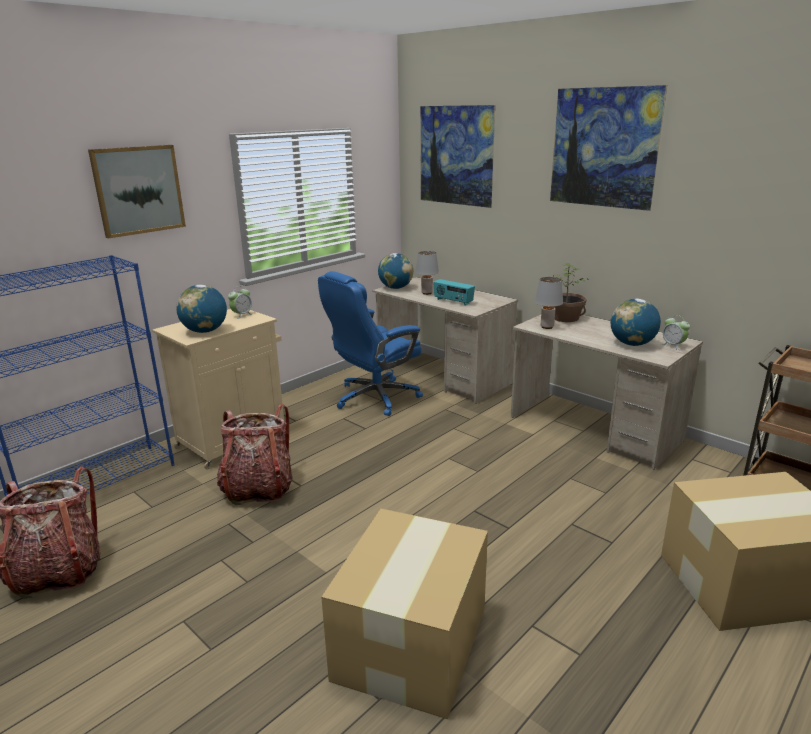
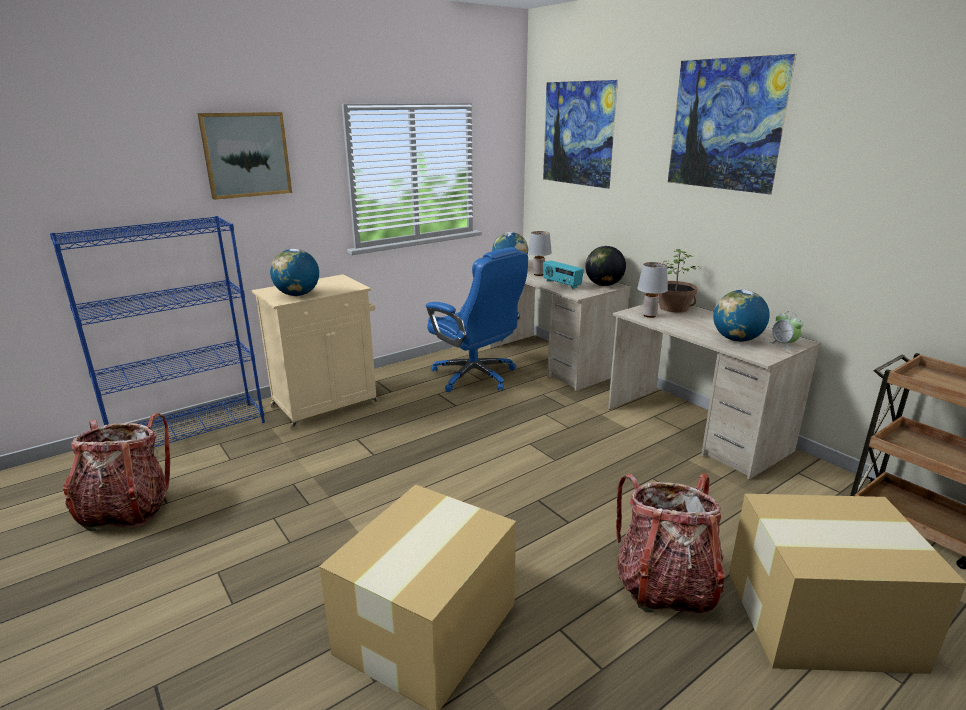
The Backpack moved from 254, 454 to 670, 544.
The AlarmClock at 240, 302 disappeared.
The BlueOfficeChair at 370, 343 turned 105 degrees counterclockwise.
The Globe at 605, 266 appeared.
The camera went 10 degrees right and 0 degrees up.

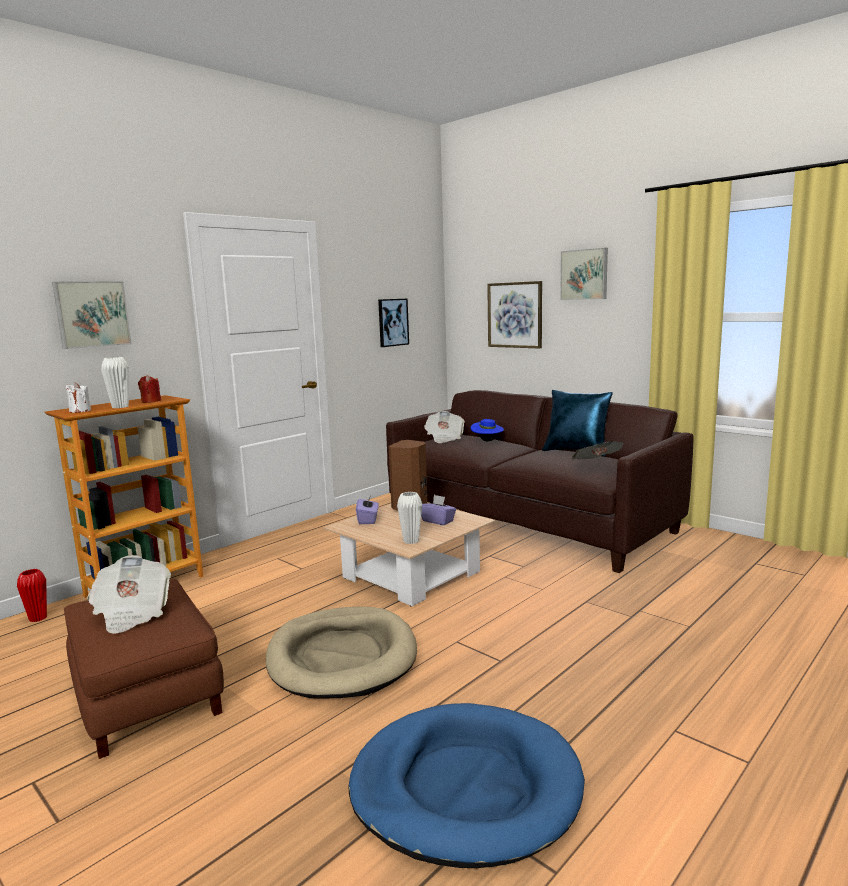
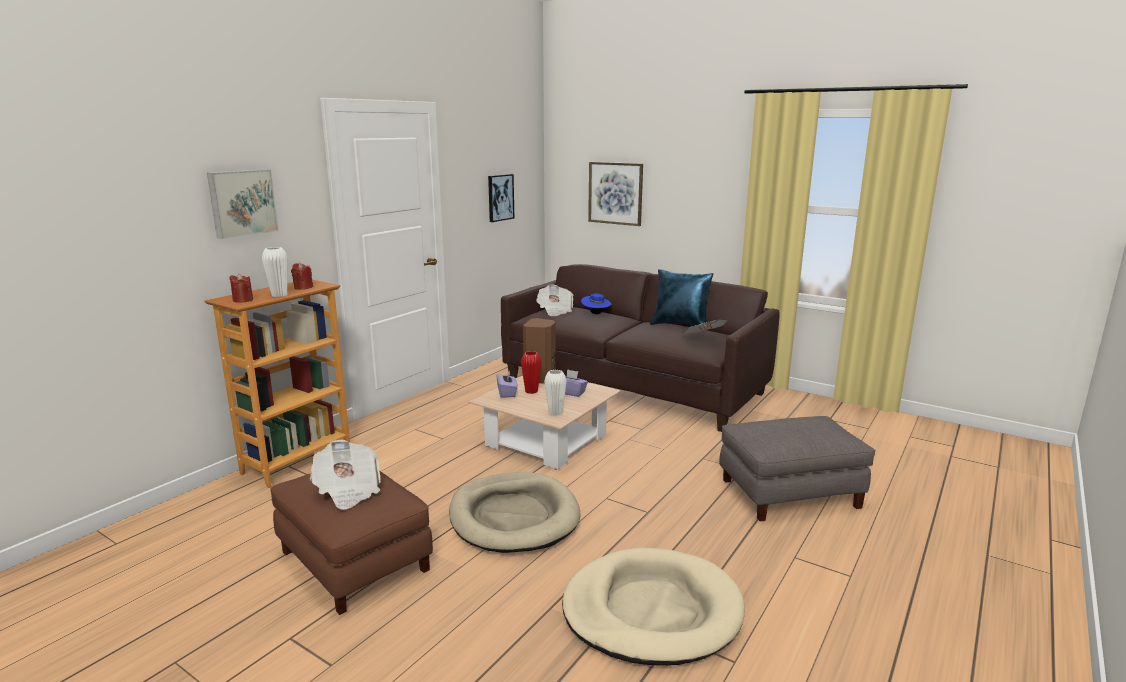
The RedVase moved from 32, 595 to 531, 372.
The WhiteCandle at 78, 398 became the RedCandle at 241, 288.
The BlueDogBed at 467, 785 became the BeigeDogBed at 653, 607.
The Picture at 584, 274 disappeared.
The GreyOttoman at 797, 468 appeared.
The camera went 10 degrees left and 5 degrees up.

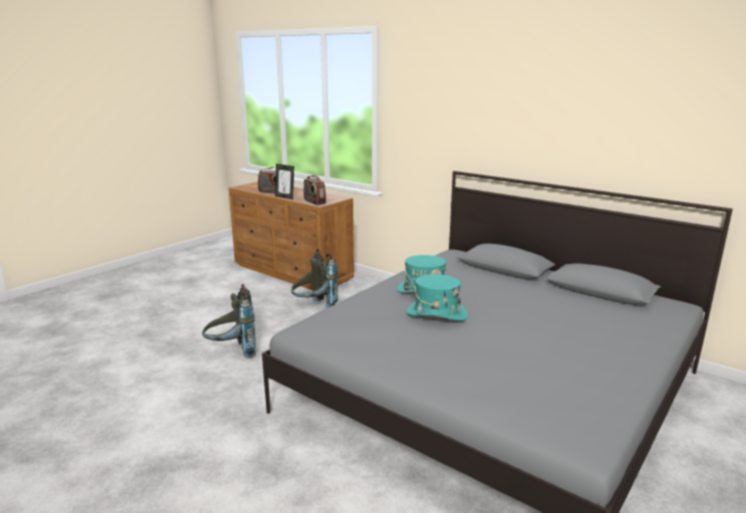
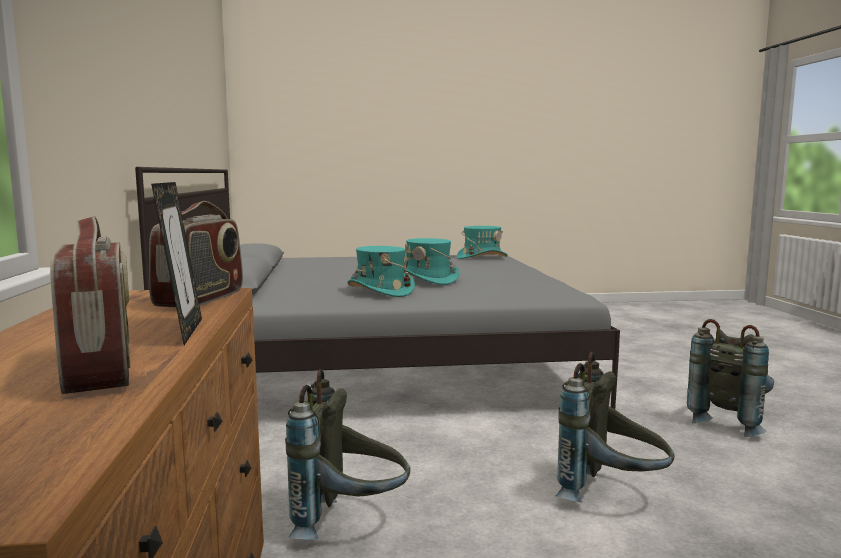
The TurquoiseHat at 482, 242 appeared.
The GreyBackpack at 730, 378 appeared.
The camera went 135 degrees left and 10 degrees down.

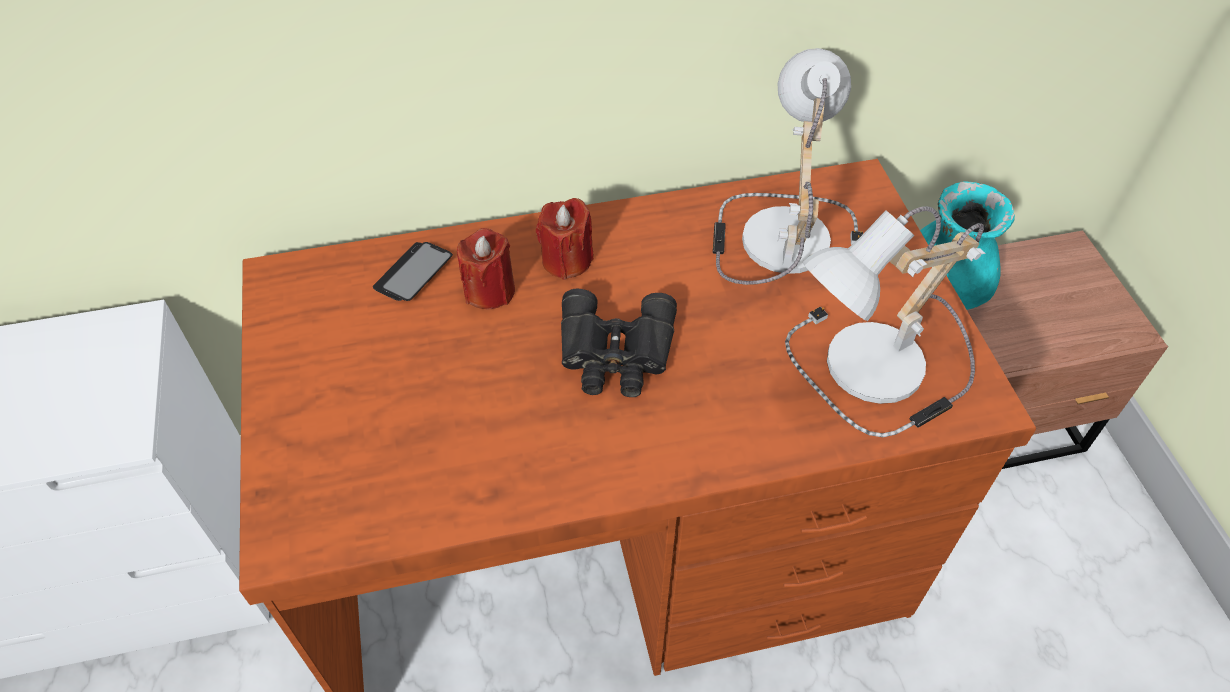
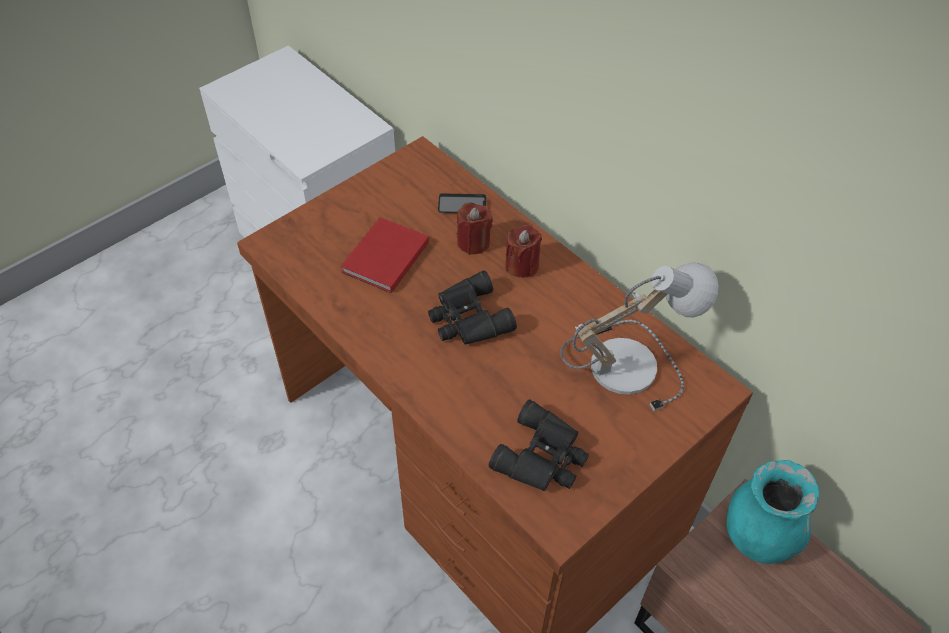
The TableLamp at 885, 321 was replaced by the BlackBinoculars at 539, 445.
The RedBook at 385, 255 appeared.
The camera went 60 degrees right and 0 degrees up.

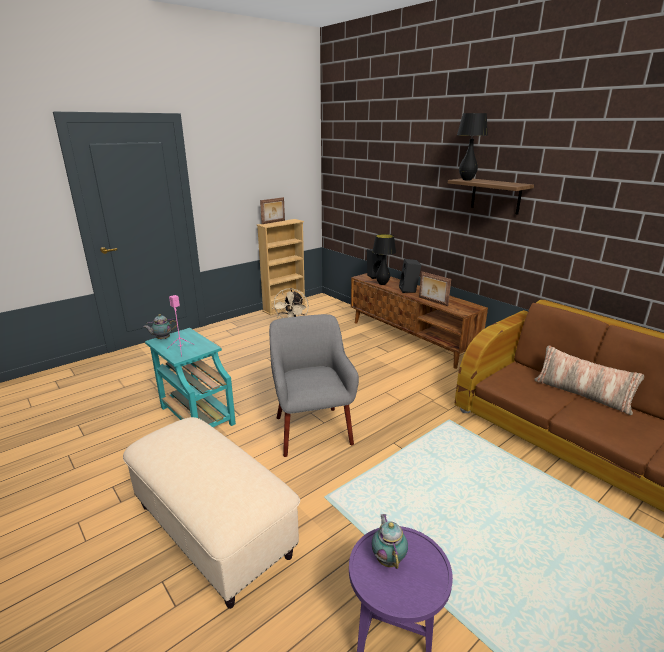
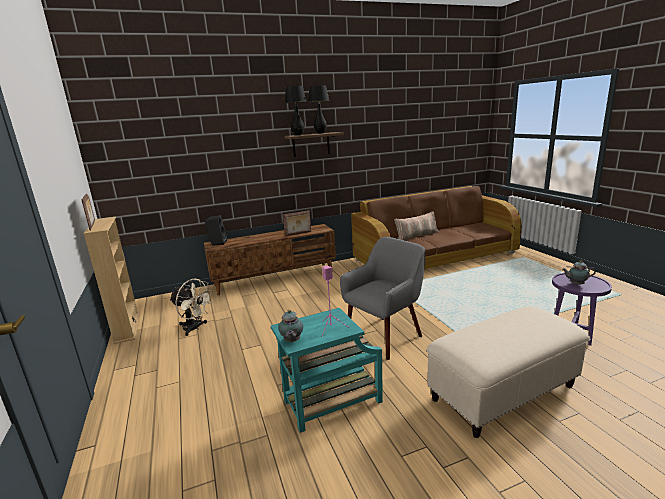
The GreyArmchair at 314, 385 turned 135 degrees clockwise.
The BlackTableLamp moved from 384, 259 to 318, 109.
The BlackSpeaker at 410, 276 disappeared.
The camera went 70 degrees left and 5 degrees down.

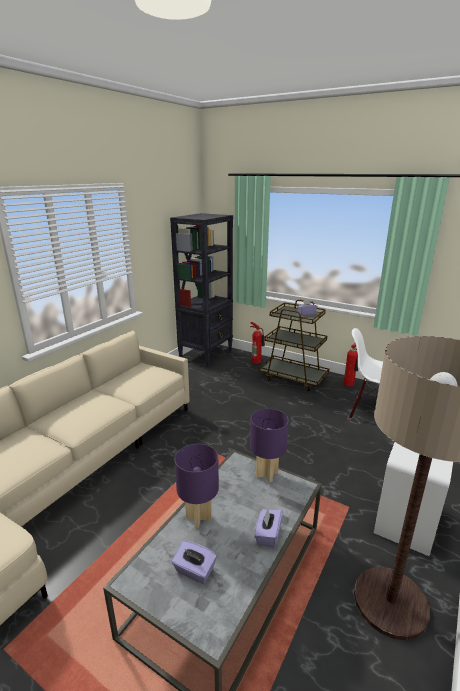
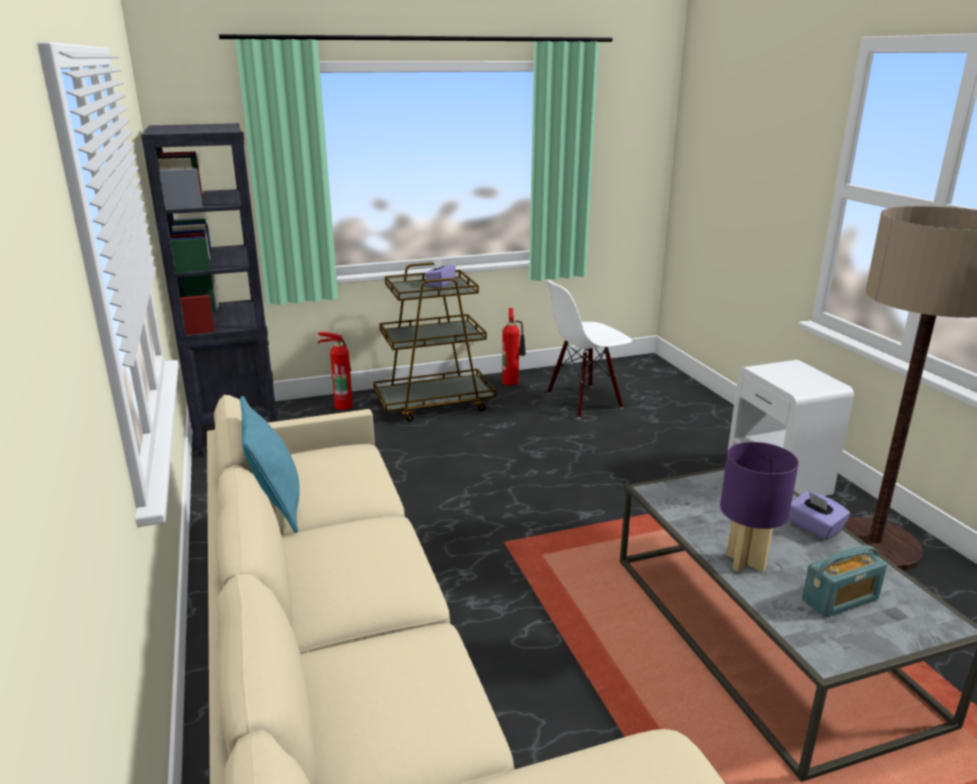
The PurpleTissueBox at 194, 562 was replaced by the Radio at 844, 581.
The PurpleTableLamp at 269, 445 disappeared.
The TurquoisePillow at 270, 464 appeared.
The camera went 50 degrees left and 0 degrees up.

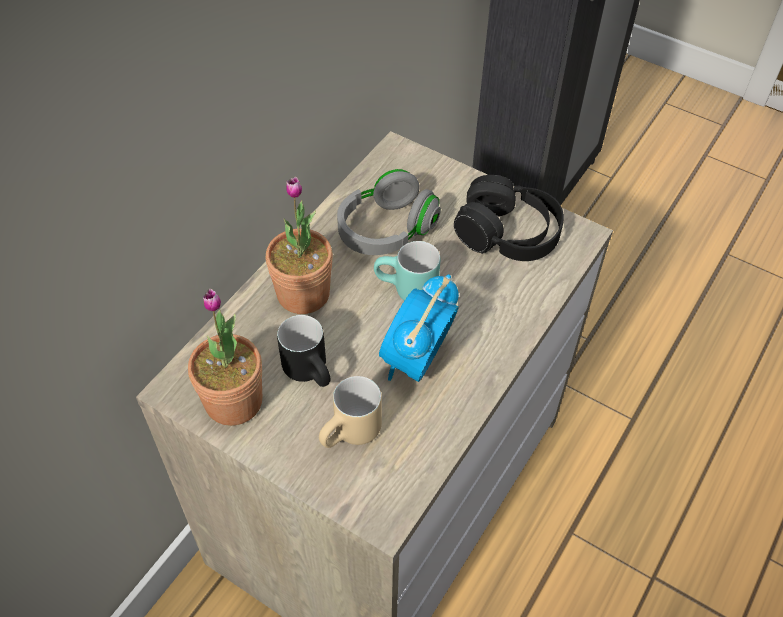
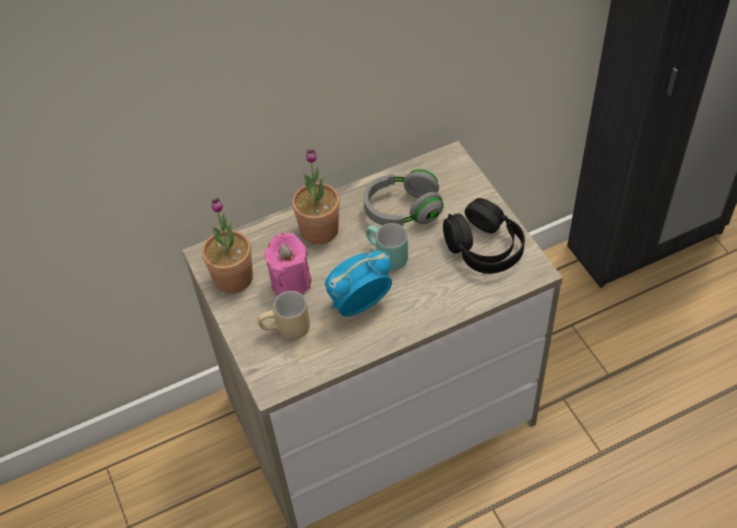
The BlackMug at 303, 351 was replaced by the PinkCandle at 287, 264.
The camera went 35 degrees right and 0 degrees up.

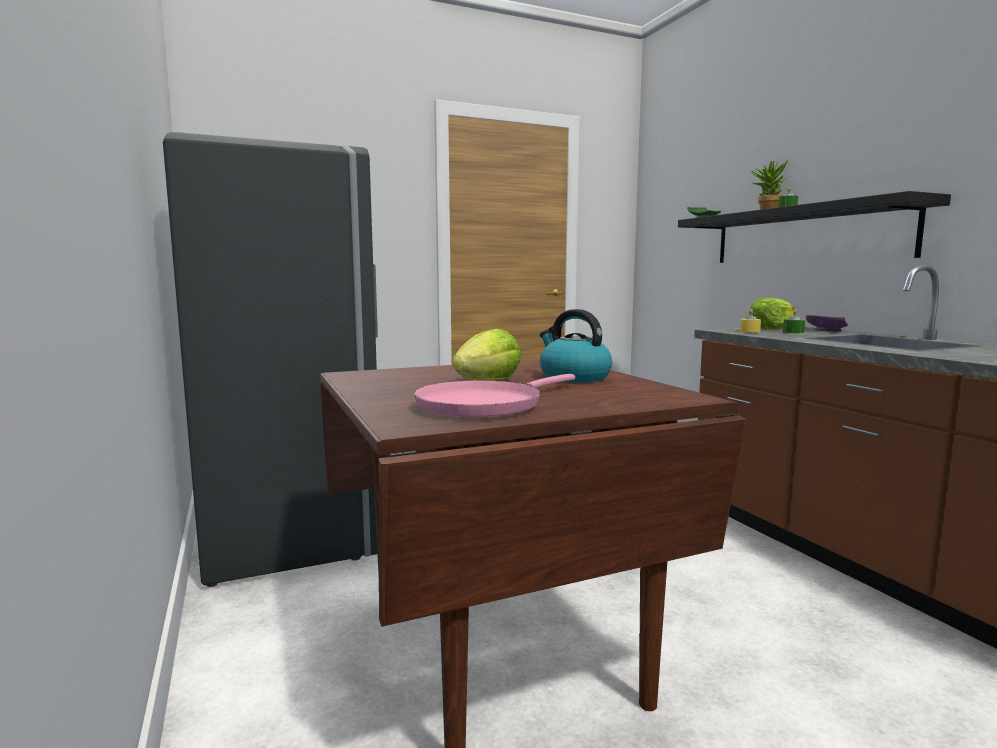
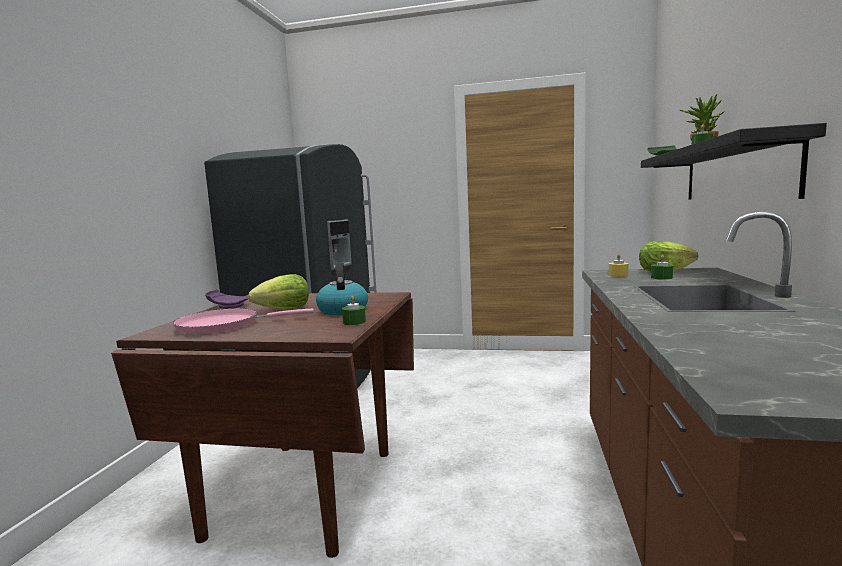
The PurplePlate moved from 827, 323 to 227, 299.
The GreenCandle at 354, 310 appeared.
The camera went 35 degrees right and 0 degrees up.

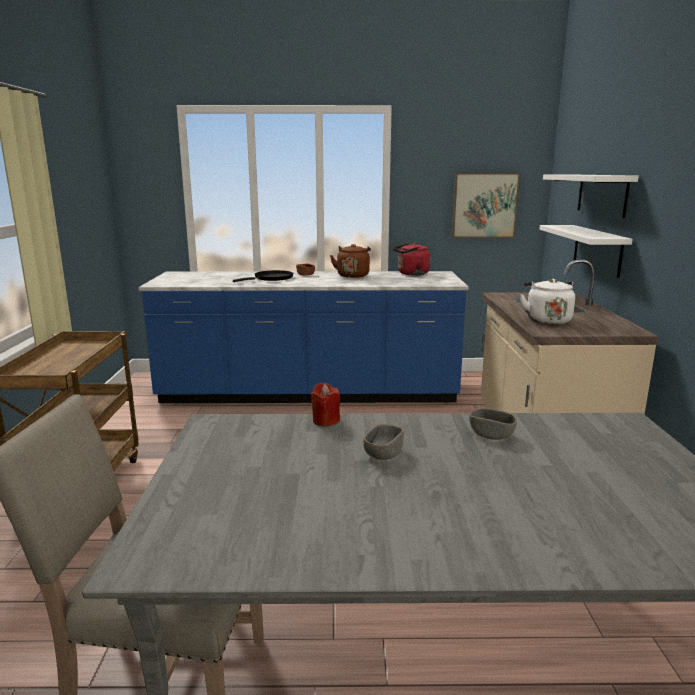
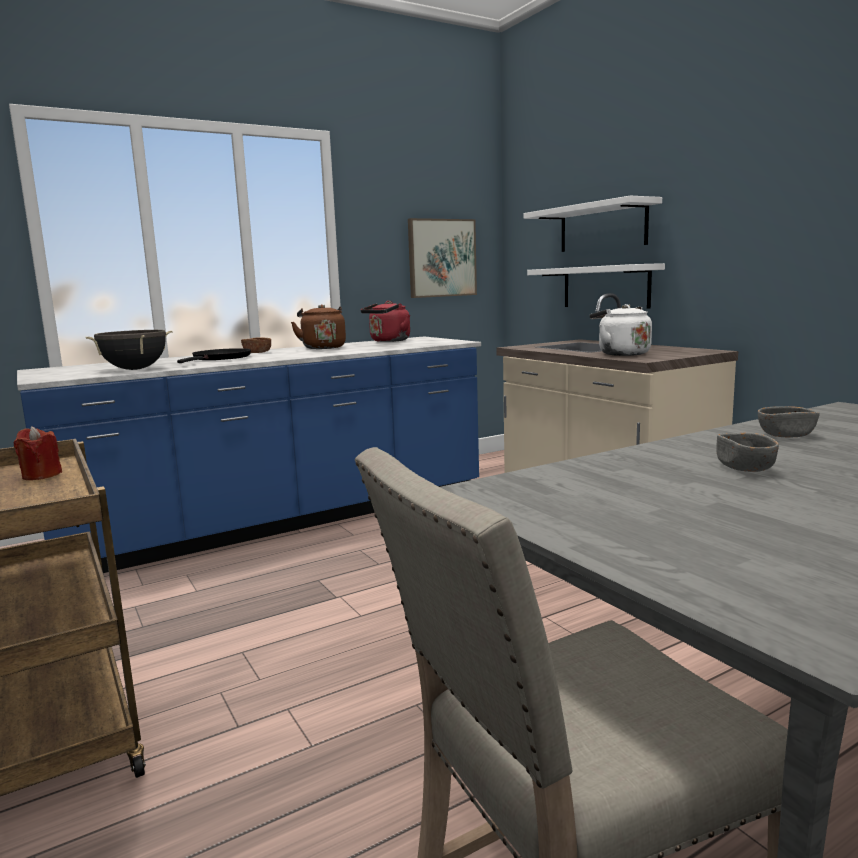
The RedCandle moved from 325, 404 to 38, 453.
The BlackCookingPot at 129, 350 appeared.
The camera went 30 degrees left and 5 degrees down.

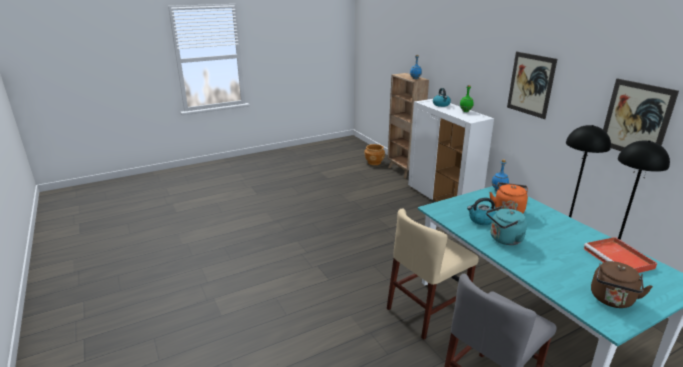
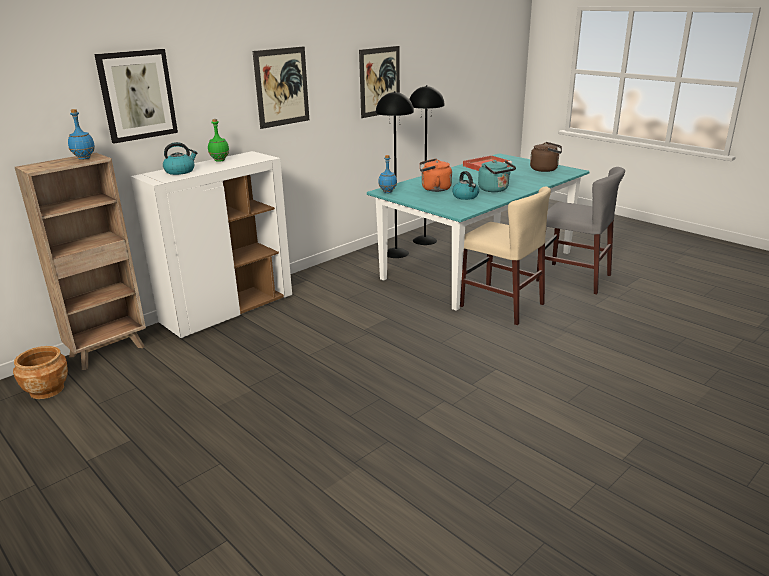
The Picture at 136, 96 appeared.
The camera went 105 degrees left and 0 degrees up.

